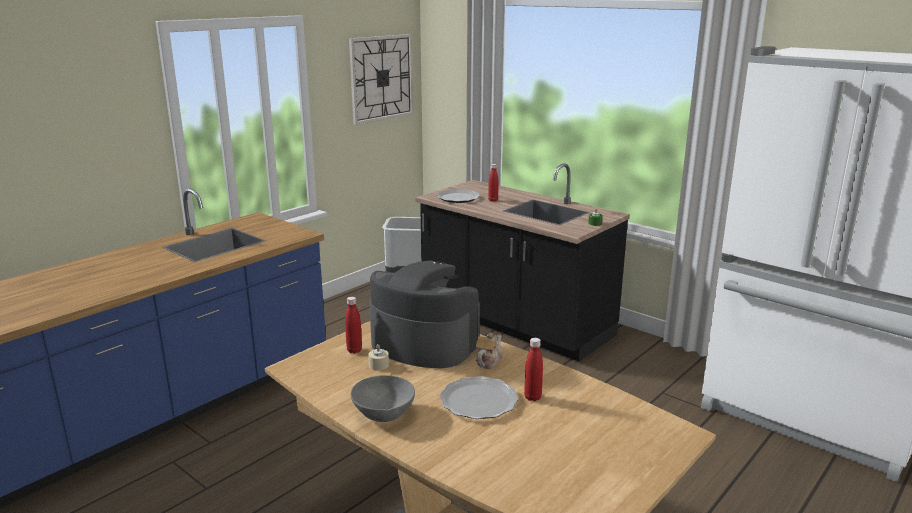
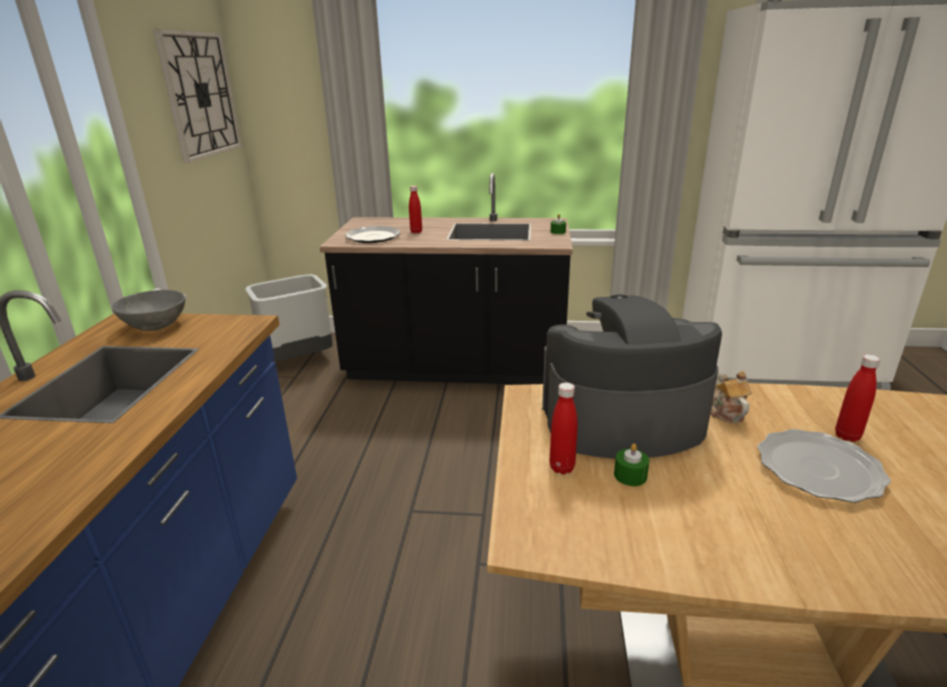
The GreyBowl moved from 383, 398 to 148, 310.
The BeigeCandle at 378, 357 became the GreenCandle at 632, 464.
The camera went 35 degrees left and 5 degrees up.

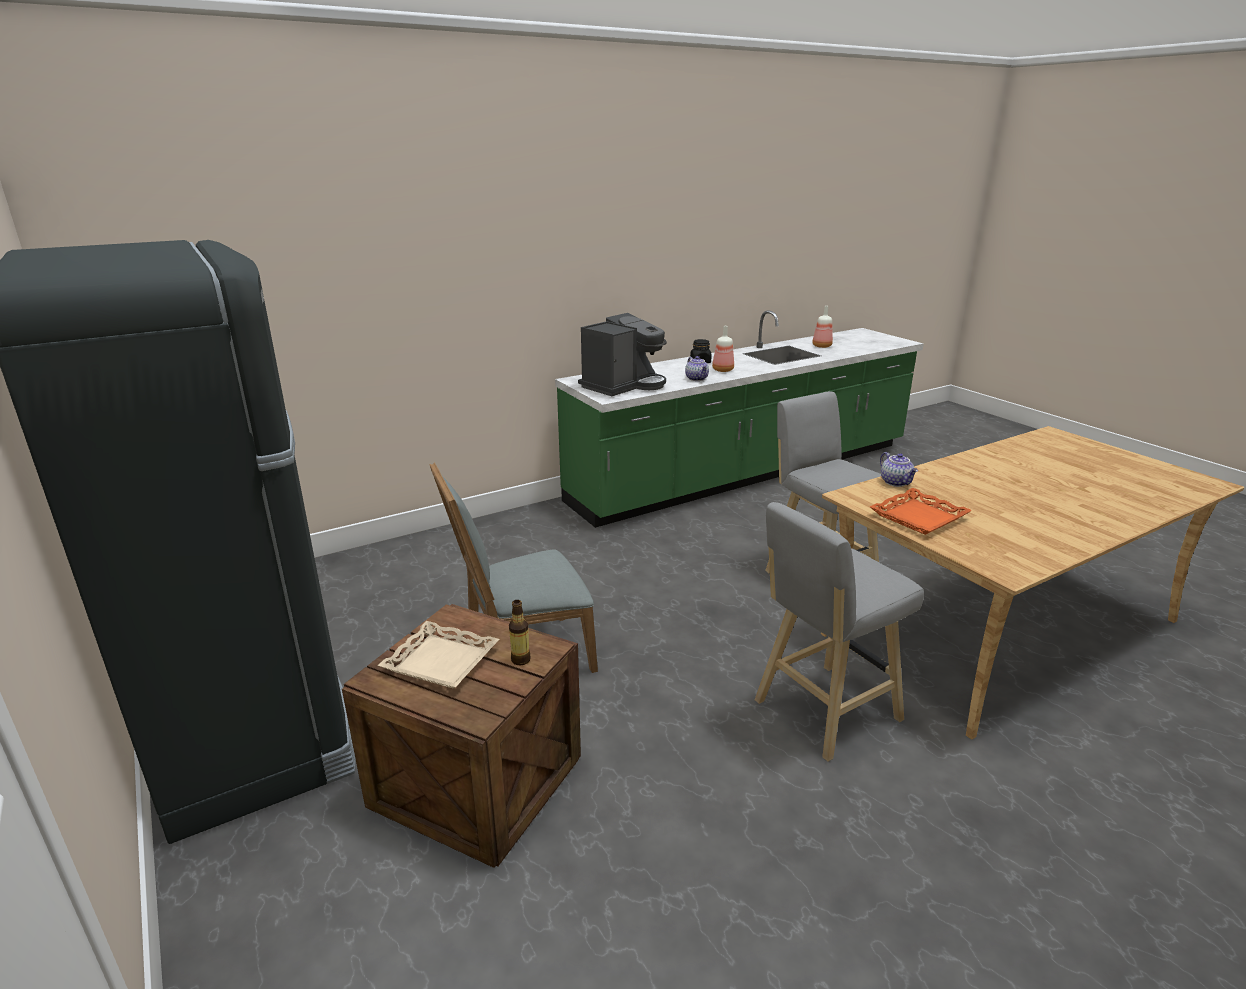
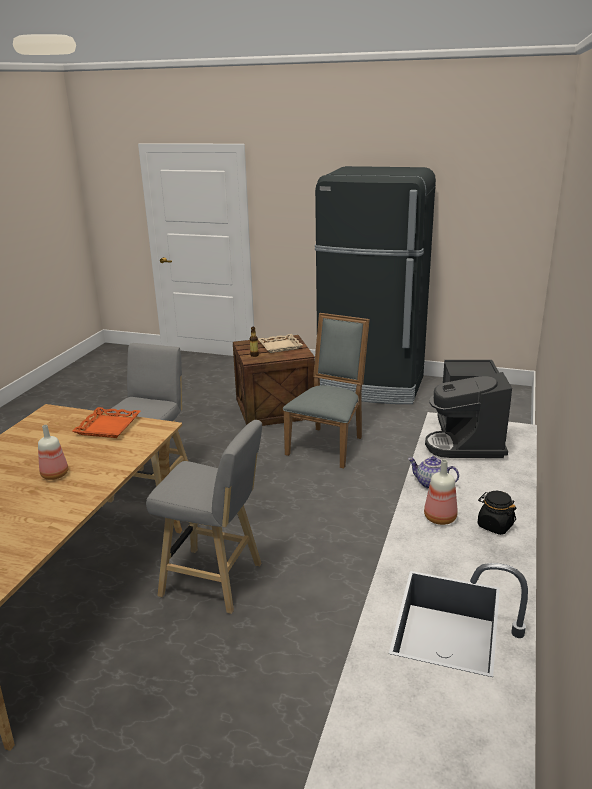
The Bottle moved from 822, 327 to 53, 452.
The Teapot at 899, 469 disappeared.
The camera went 140 degrees right and 0 degrees up.

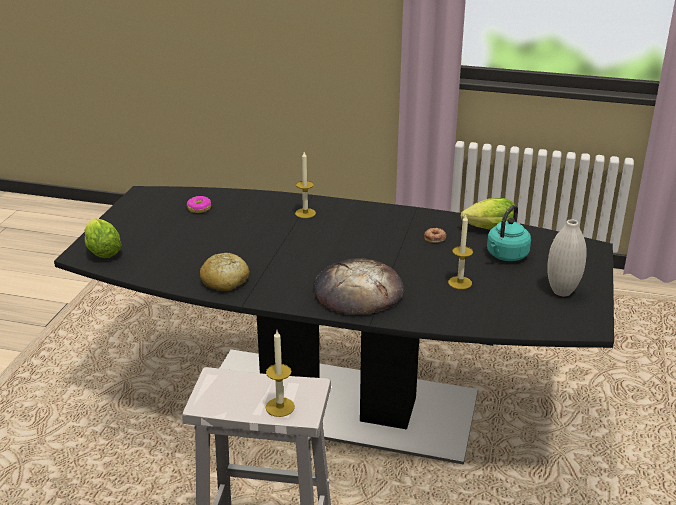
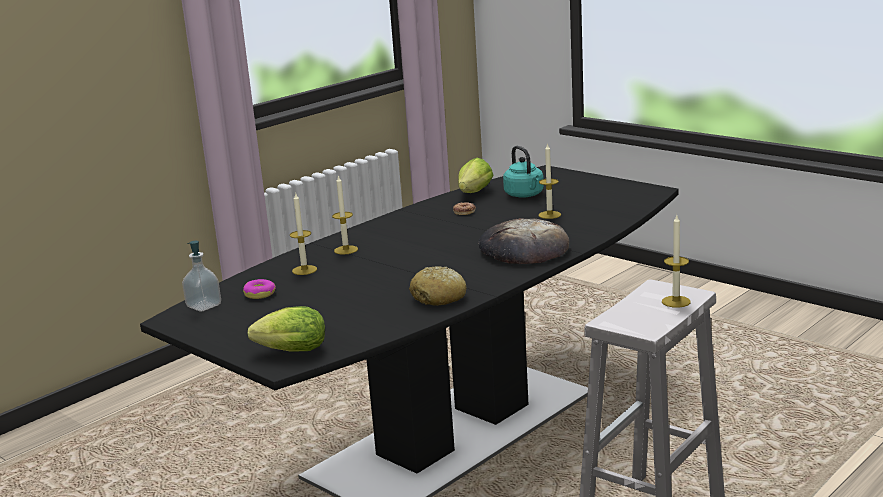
The WhiteVase at 567, 257 disappeared.
The SoapDispenser at 201, 276 appeared.
The Candle at 303, 233 appeared.
The camera went 60 degrees left and 10 degrees down.

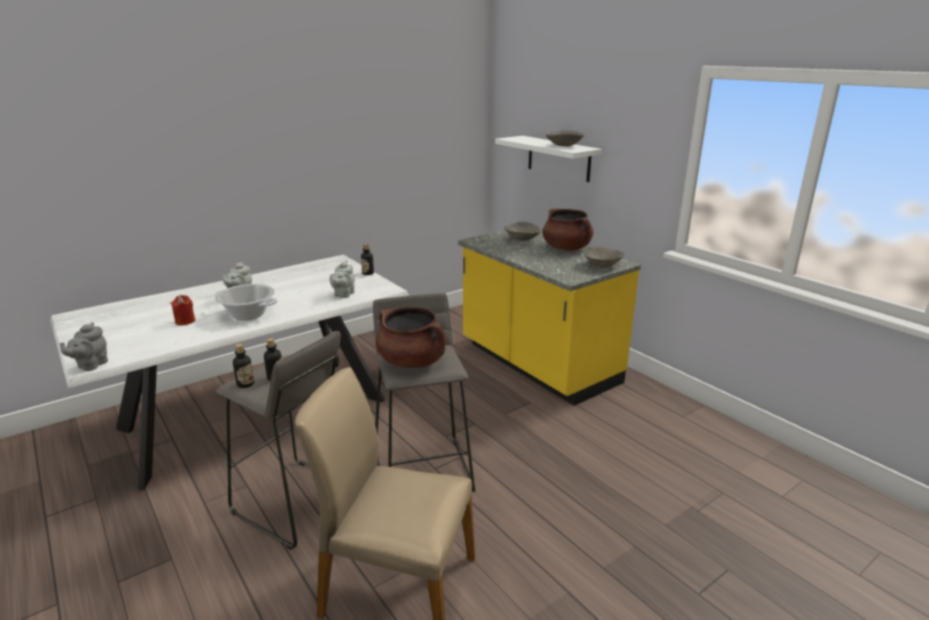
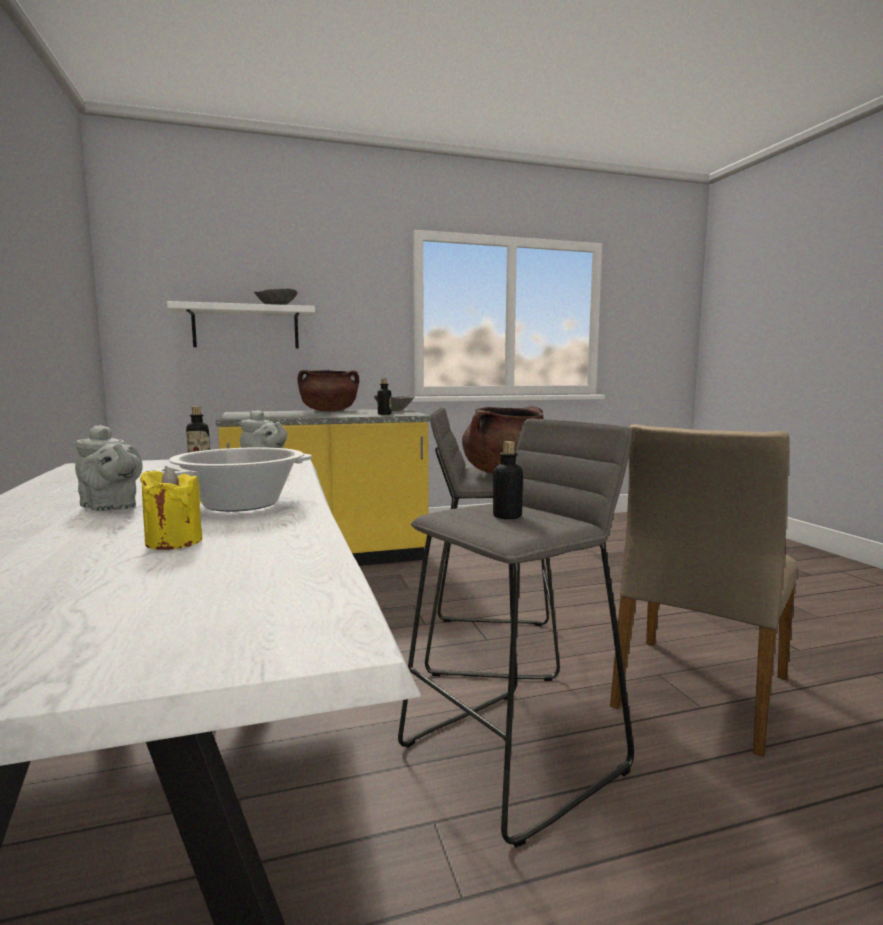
The GreyTeapot at 84, 346 disappeared.
The RedCandle at 183, 310 became the YellowCandle at 171, 508.
The Bottle moved from 243, 366 to 384, 396.
The GreyBowl at 522, 231 disappeared.
The camera went 70 degrees left and 15 degrees down.

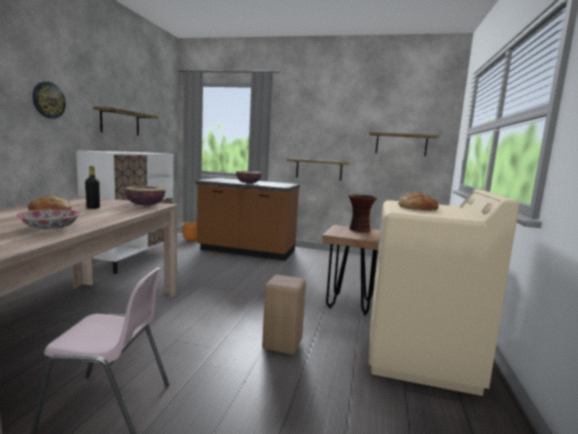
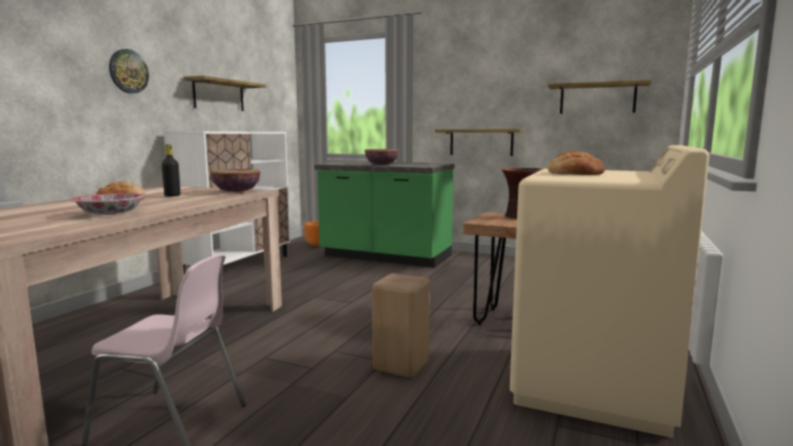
The BrownCounter at 248, 219 became the GreenCounter at 384, 214.
The camera went 10 degrees right and 0 degrees up.

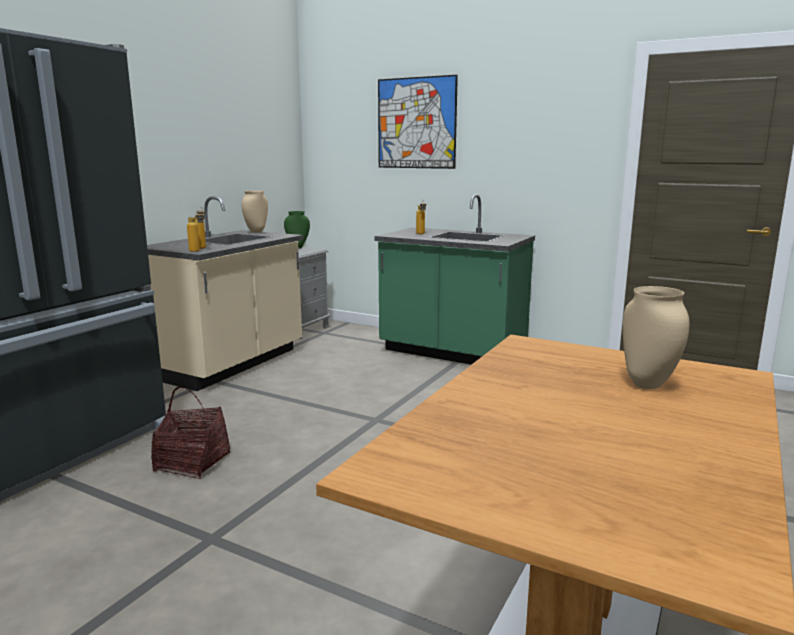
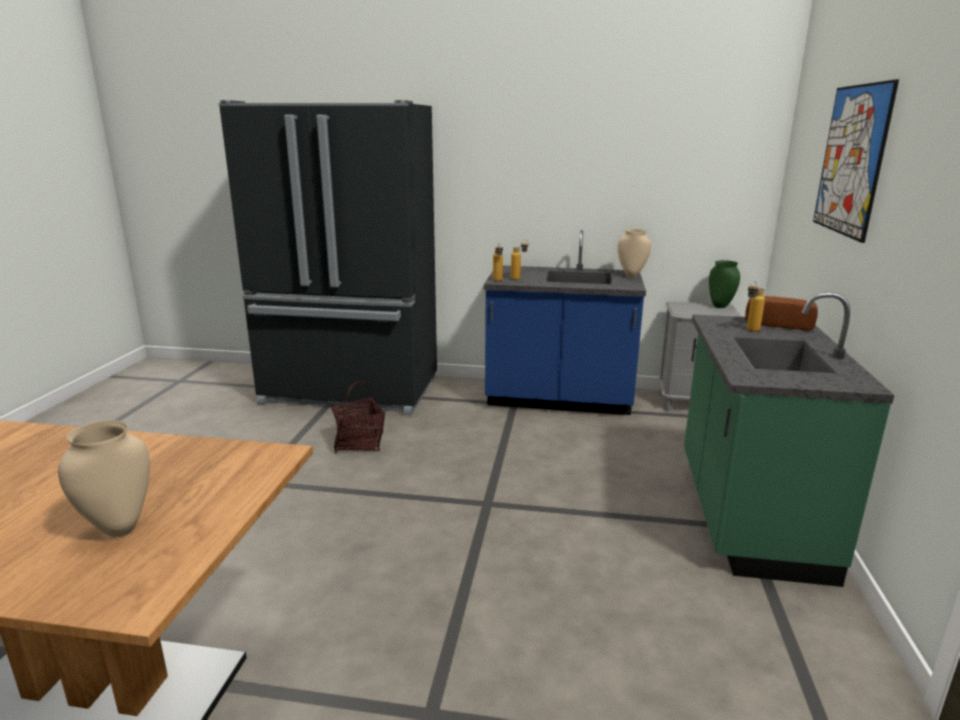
The BeigeCounter at 225, 293 became the BlueCounter at 565, 322.
The Bread at 781, 313 appeared.
The camera went 70 degrees right and 5 degrees up.

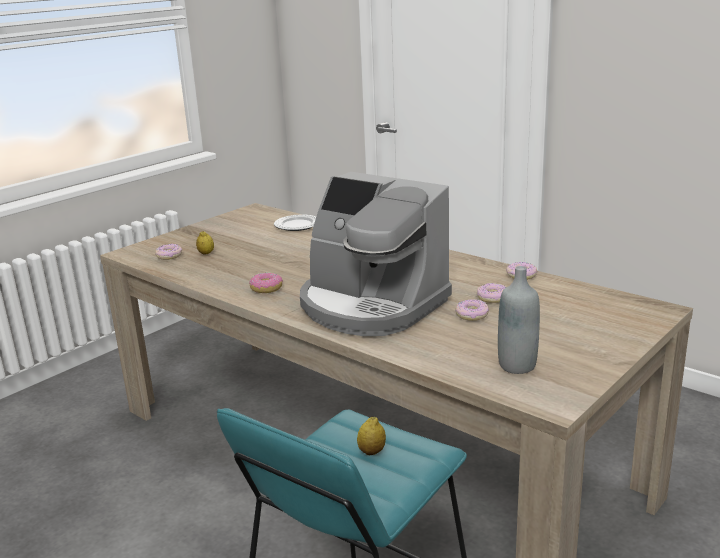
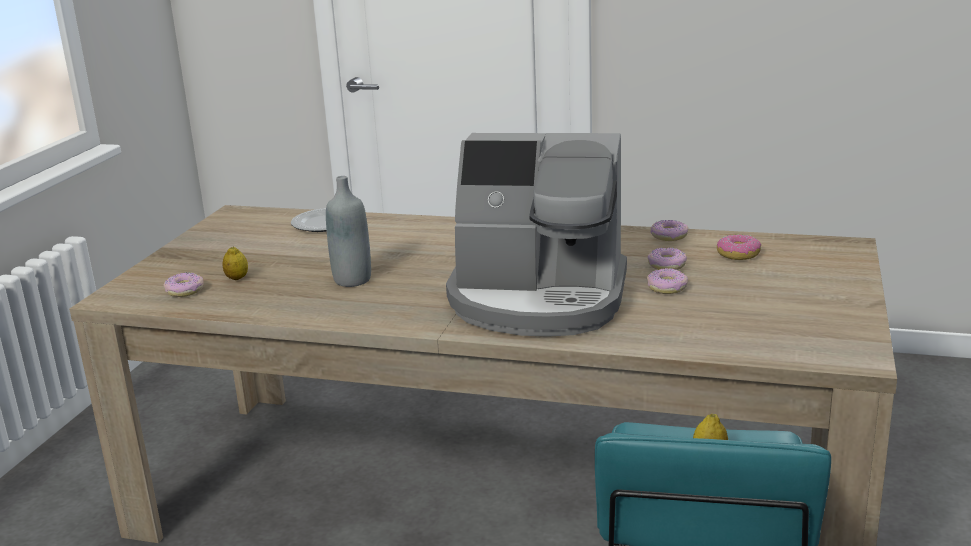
The Donut moved from 266, 283 to 739, 247.
The GreyBottle moved from 519, 320 to 348, 231.
The camera went 25 degrees left and 0 degrees up.

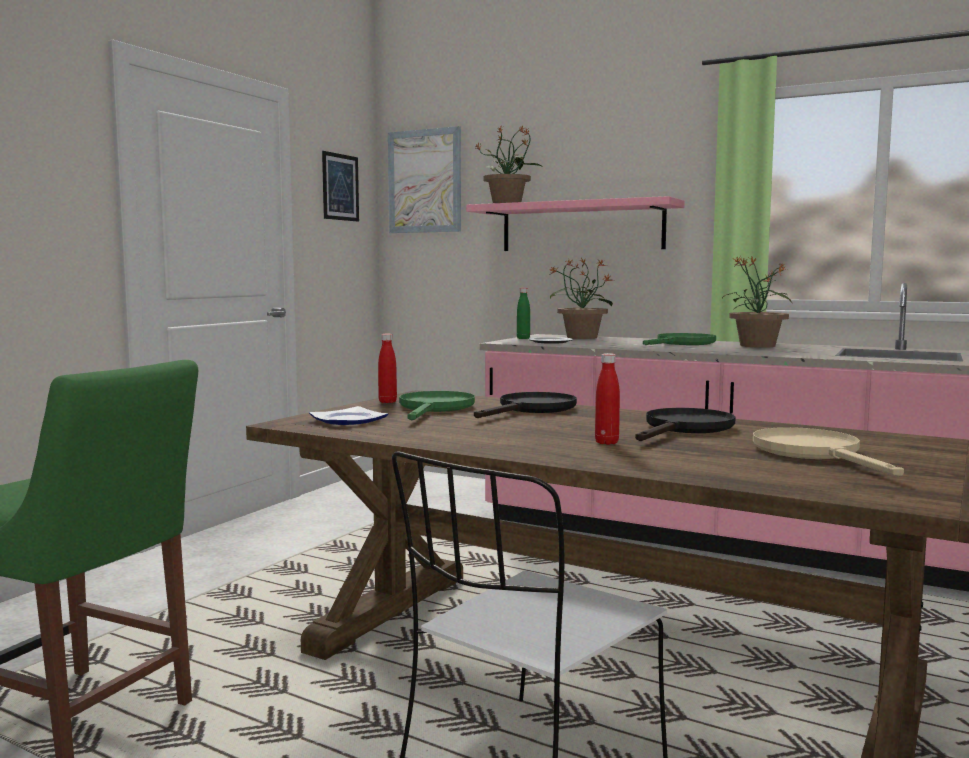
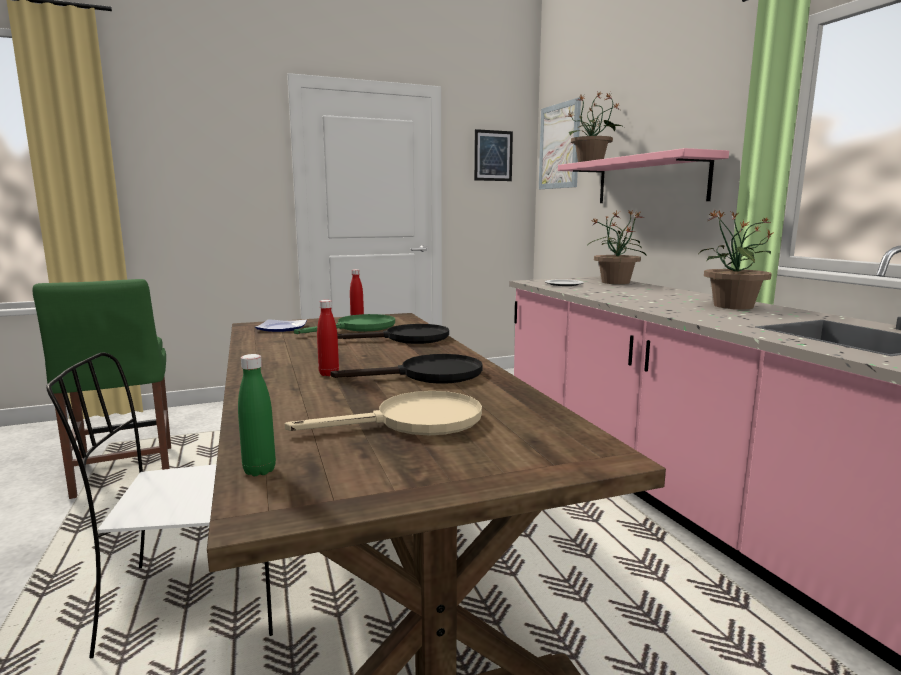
The GreenBottle moved from 523, 313 to 257, 415.
The GreenFryingPan at 679, 339 disappeared.
The BeigeFryingPan at 828, 452 turned 45 degrees clockwise.
The camera went 40 degrees right and 5 degrees up.

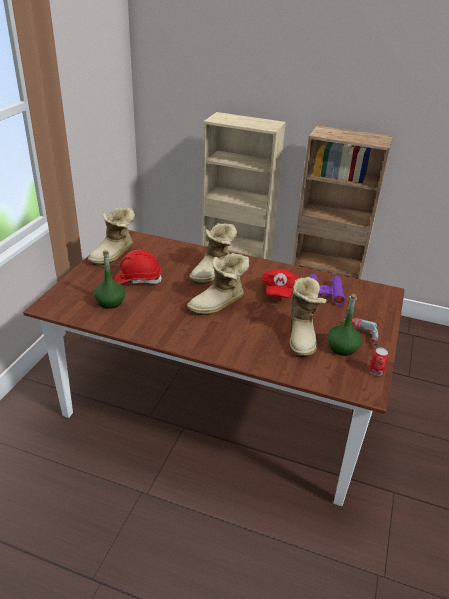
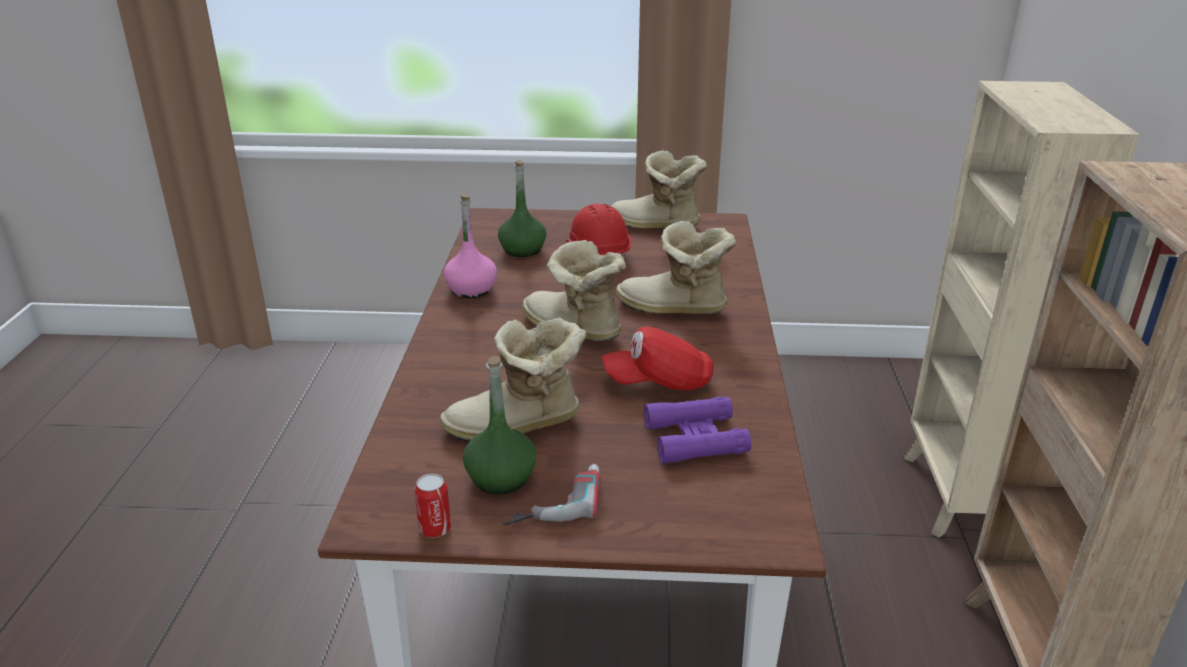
The PinkBottle at 470, 246 appeared.
The camera went 75 degrees right and 5 degrees down.

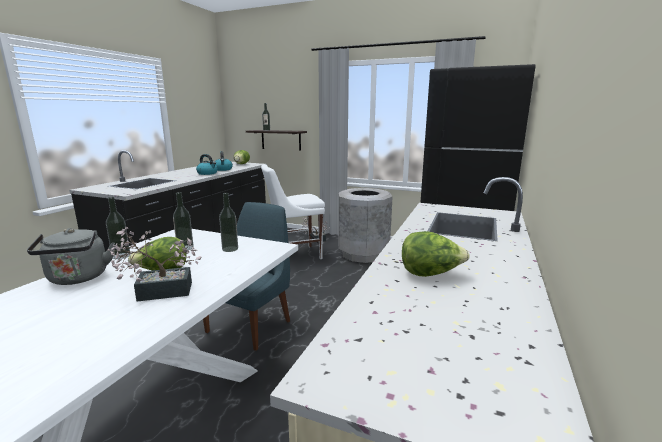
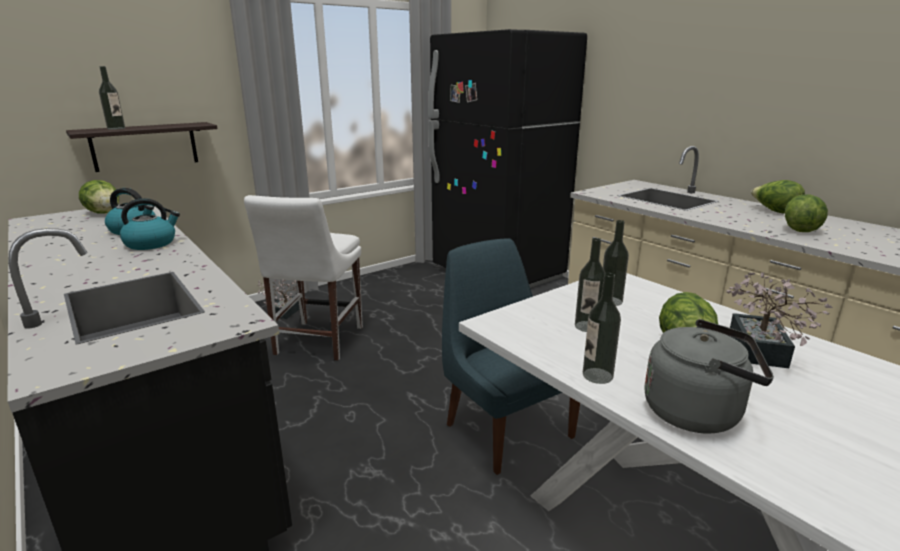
The GreyTrashCan at 365, 225 disappeared.
The Lettuce at 778, 197 appeared.
The camera went 60 degrees left and 5 degrees up.

